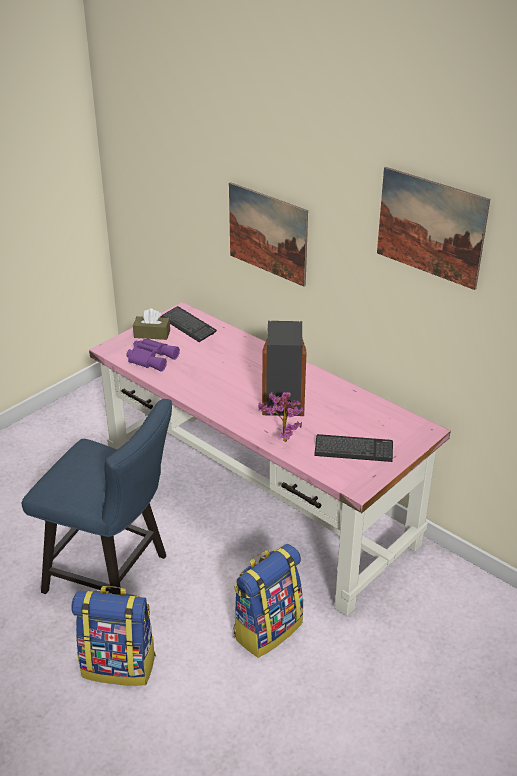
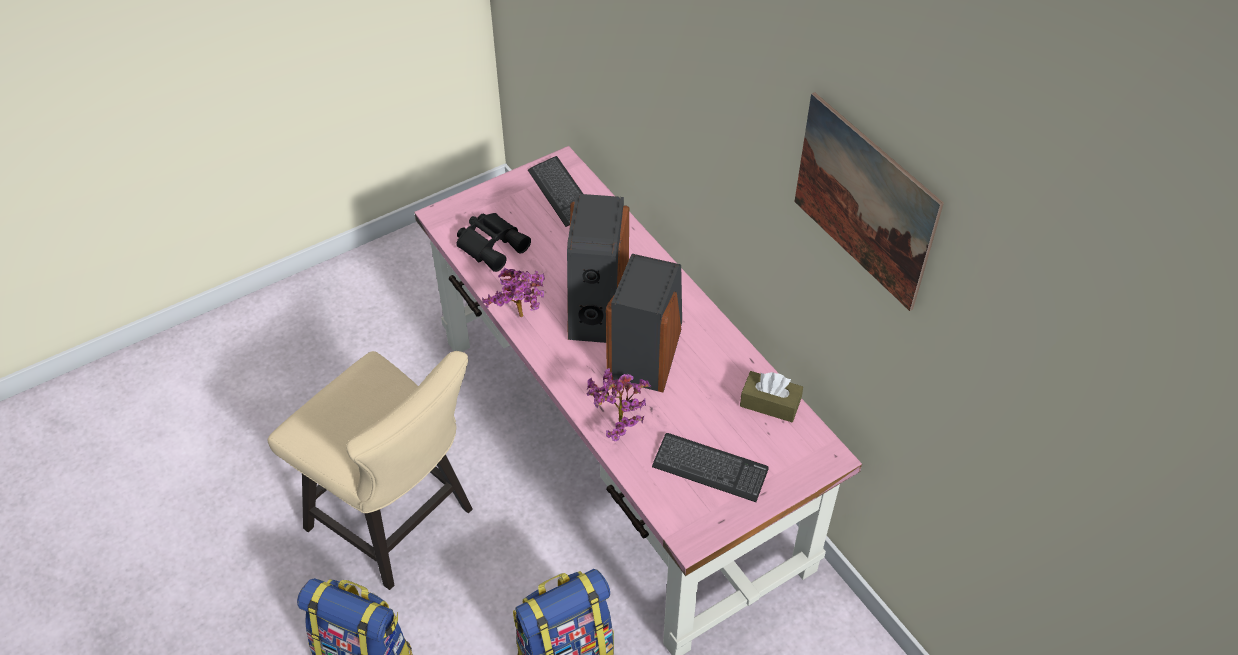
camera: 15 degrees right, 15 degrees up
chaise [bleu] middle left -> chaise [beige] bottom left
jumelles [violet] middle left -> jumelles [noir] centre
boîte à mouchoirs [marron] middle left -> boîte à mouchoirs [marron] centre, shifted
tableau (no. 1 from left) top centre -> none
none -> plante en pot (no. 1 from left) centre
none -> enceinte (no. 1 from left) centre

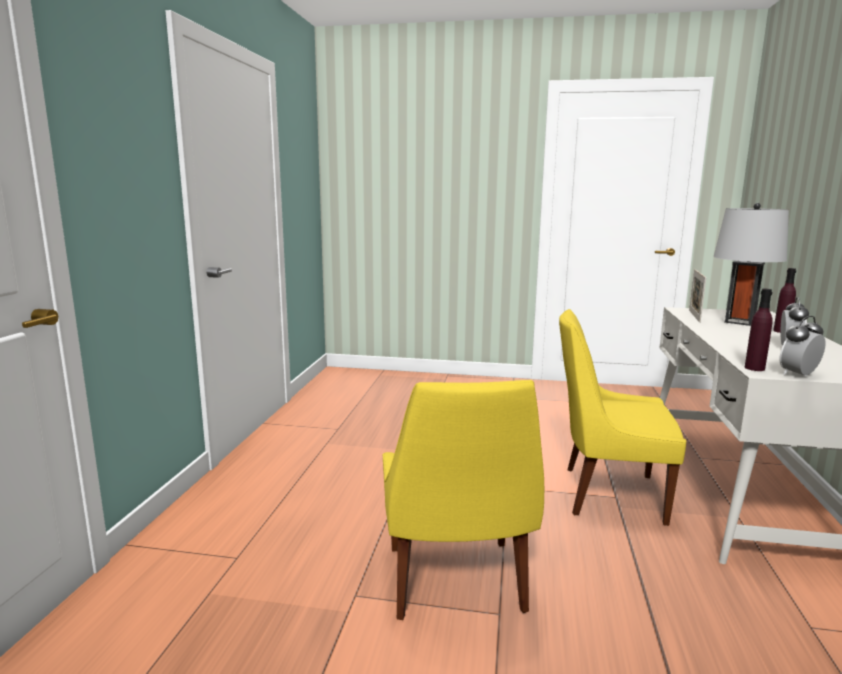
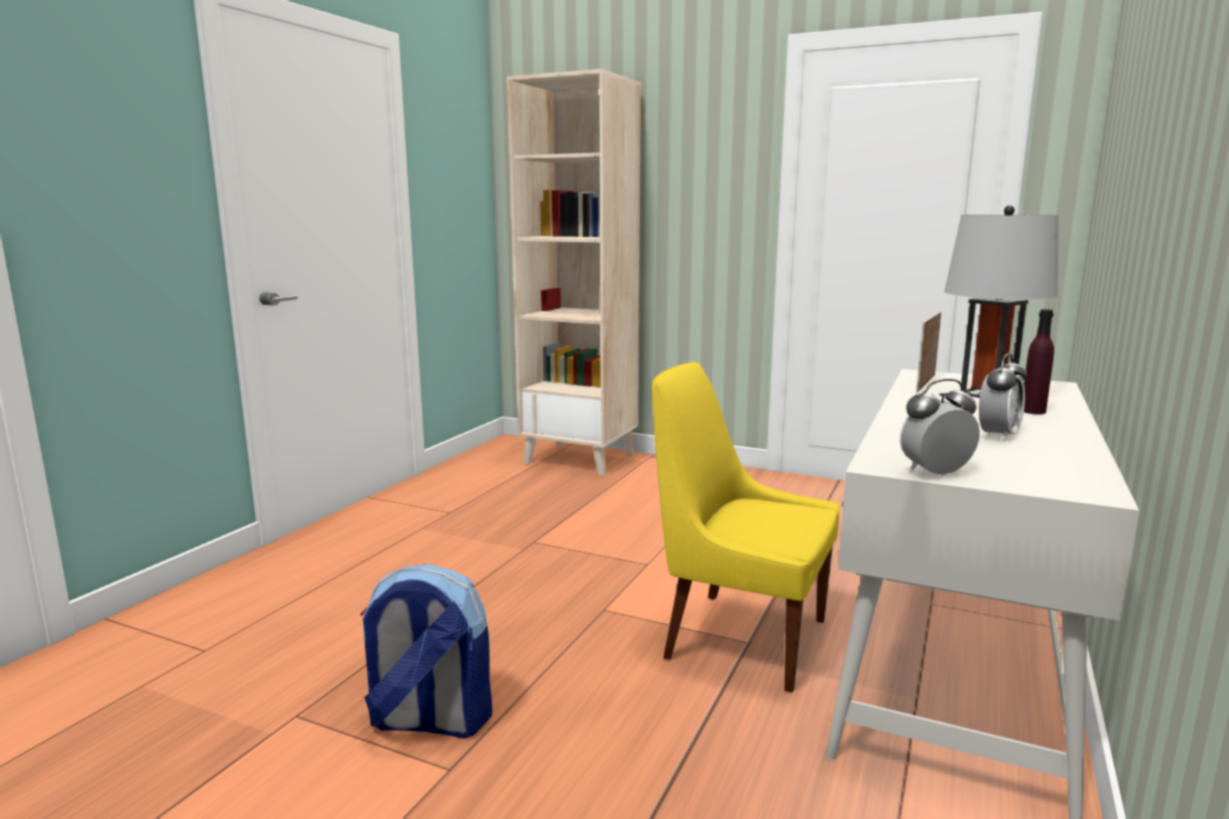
camera: 15 degrees right, 0 degrees up
chaise [jaune] (no. 1 from left) bottom centre -> sac à dos bottom centre
bouteille [violet] (no. 1 from left) middle right -> none
none -> bibliothèque [beige] top centre

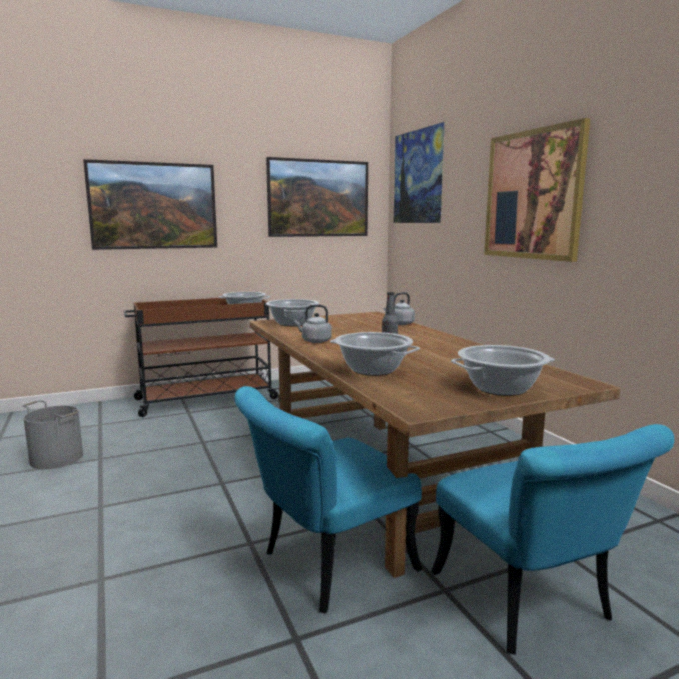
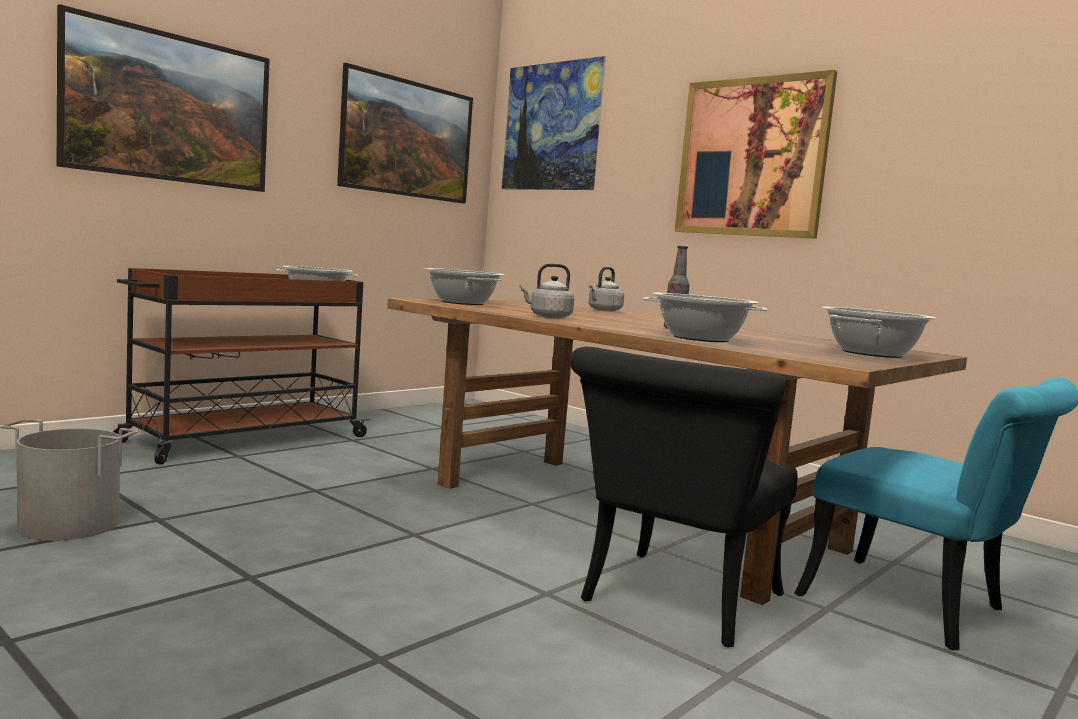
camera: 25 degrees left, 5 degrees down
chaise [turquoise] (no. 1 from left) bottom centre -> chaise [noir] bottom centre

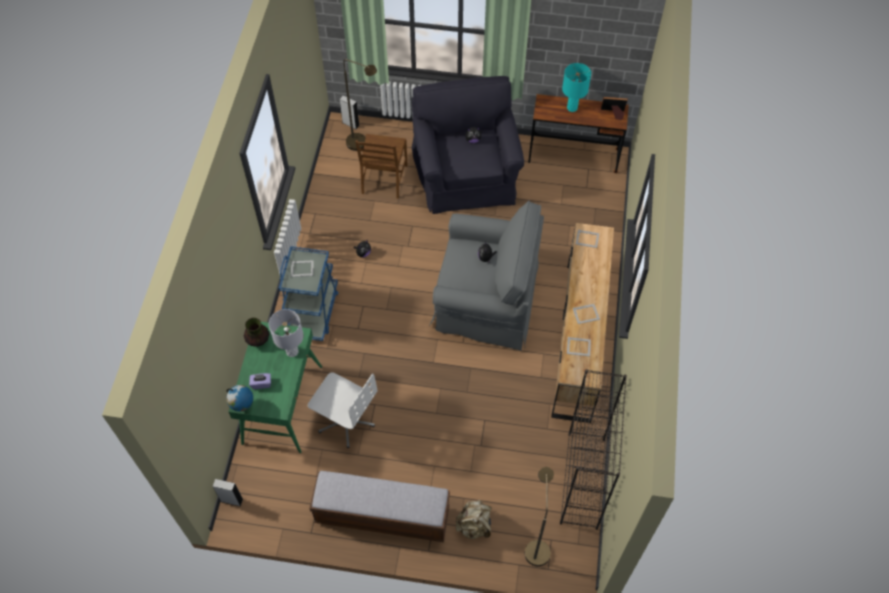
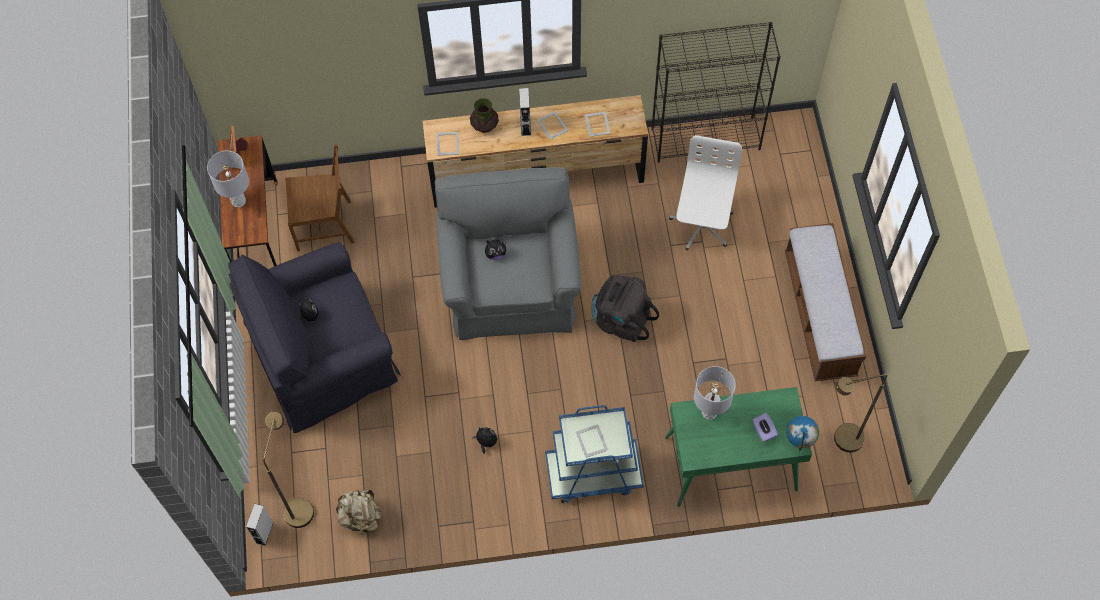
camera: 105 degrees left, 5 degrees up
enceinte [gris] (no. 1 from left in the first image) bottom left -> enceinte [gris] (no. 2 from left) top centre, shifted
vase middle left -> vase top centre, shifted
chaise de bureau [blanc] bottom centre -> chaise de bureau [blanc] top centre, shifted
chaise [marron] top centre -> chaise [marron] top left, shifted
sac à dos [beige] bottom centre -> sac à dos [beige] bottom left, shifted
lampadaire [marron] (no. 2 from left) bottom centre -> lampadaire [marron] (no. 2 from left) bottom right, shifted
lampe de table [turquoise] top centre -> lampe de table [gris] (no. 1 from left) top left
none -> sac à dos [noir] centre

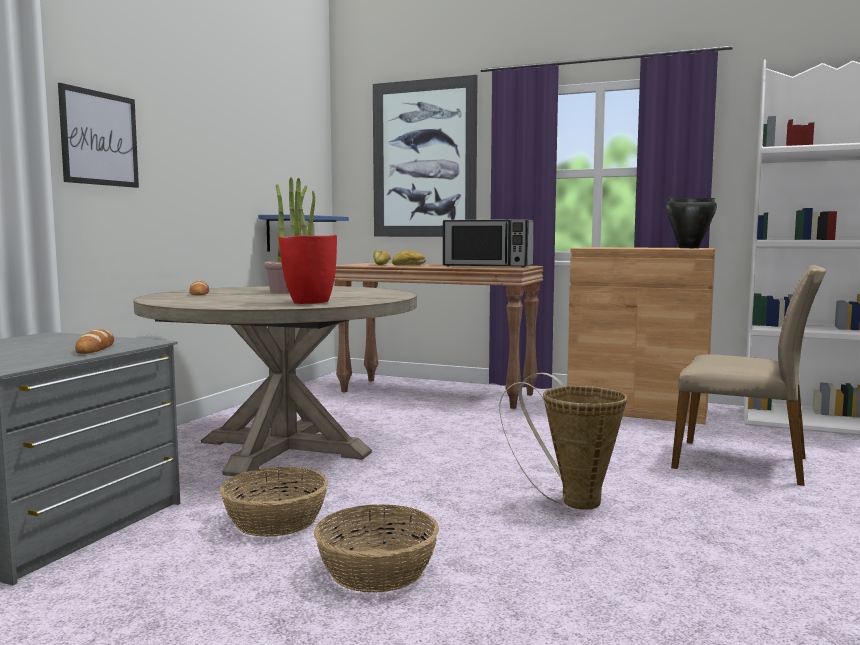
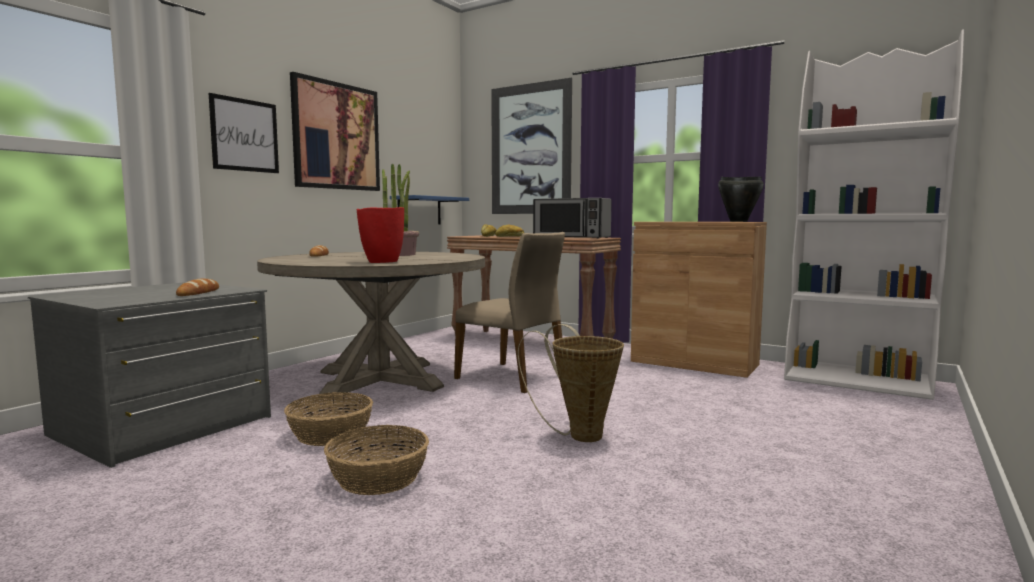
camera: 10 degrees right, 0 degrees up
chaise [beige] middle right -> chaise [beige] centre, shifted
none -> tableau (no. 2 from left) top left

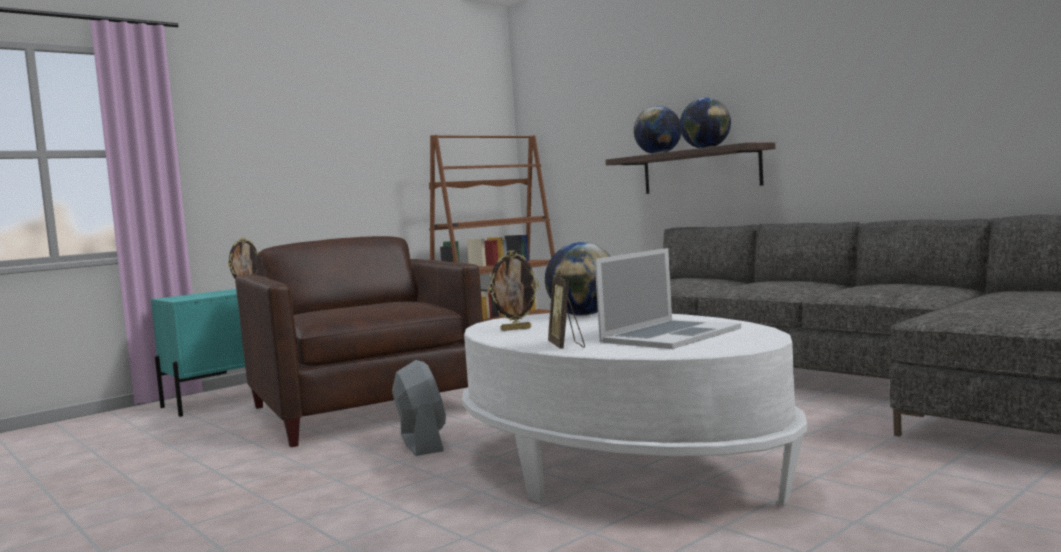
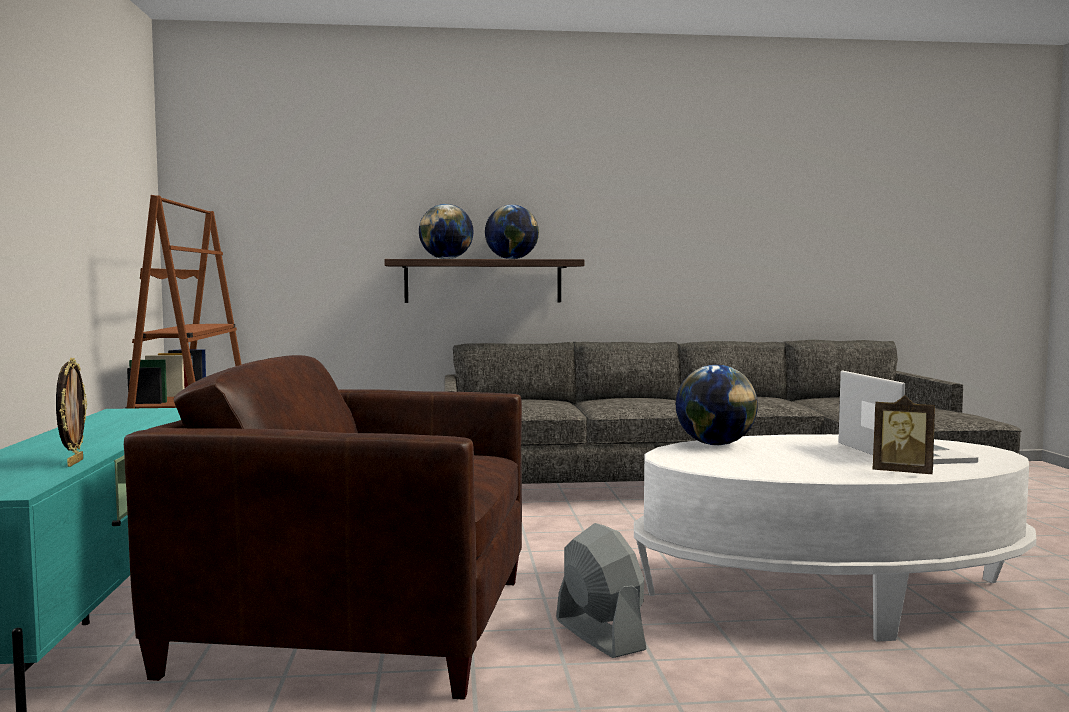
camera: 55 degrees left, 0 degrees up
ventilateur [gris] bottom centre, 45 degrees clockwise
cadre photo (no. 2 from left) centre -> none

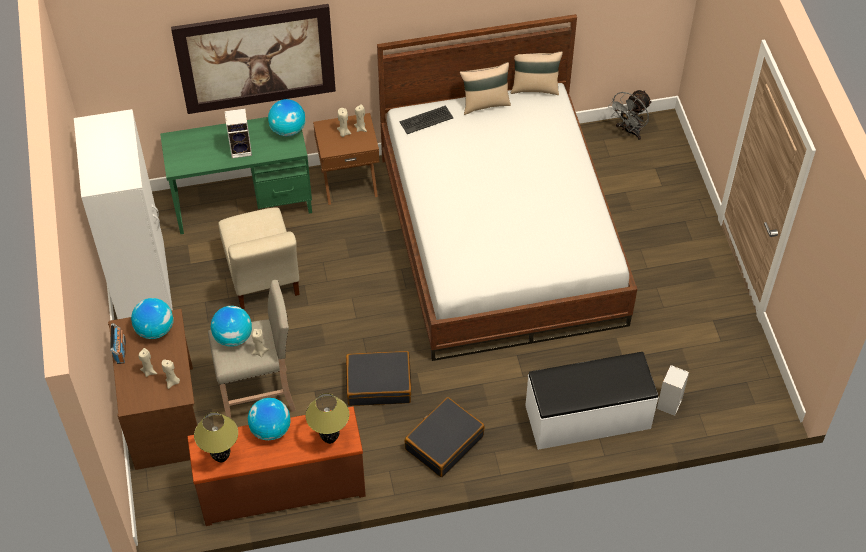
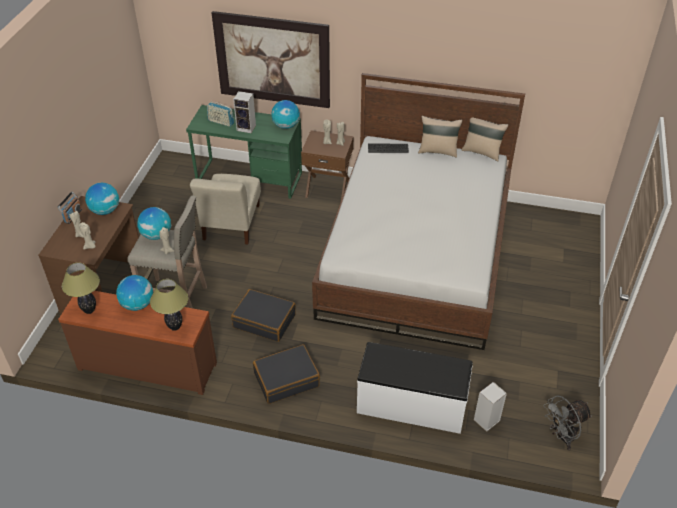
camera: 25 degrees right, 10 degrees down
armoire [blanc] middle left -> none
ventilateur [gris] top right -> ventilateur [gris] bottom right, shifted
none -> radio (no. 2 from left) top left

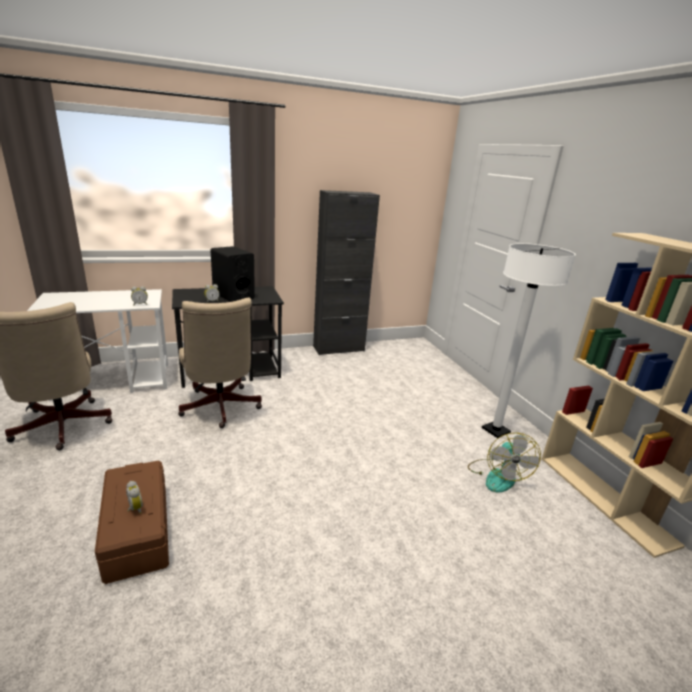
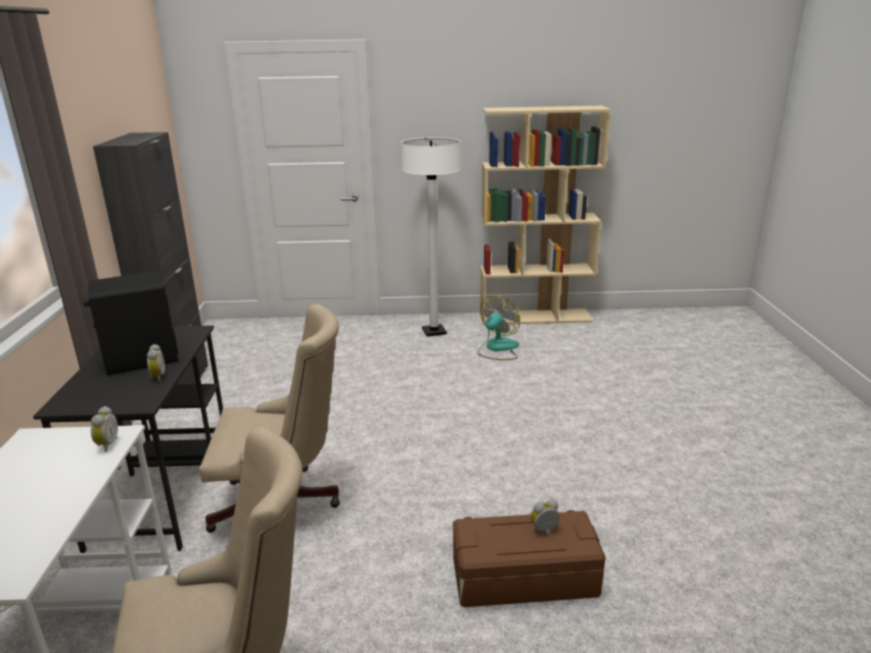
camera: 70 degrees left, 0 degrees up
ventilateur bottom right -> ventilateur centre, 75 degrees counterclockwise

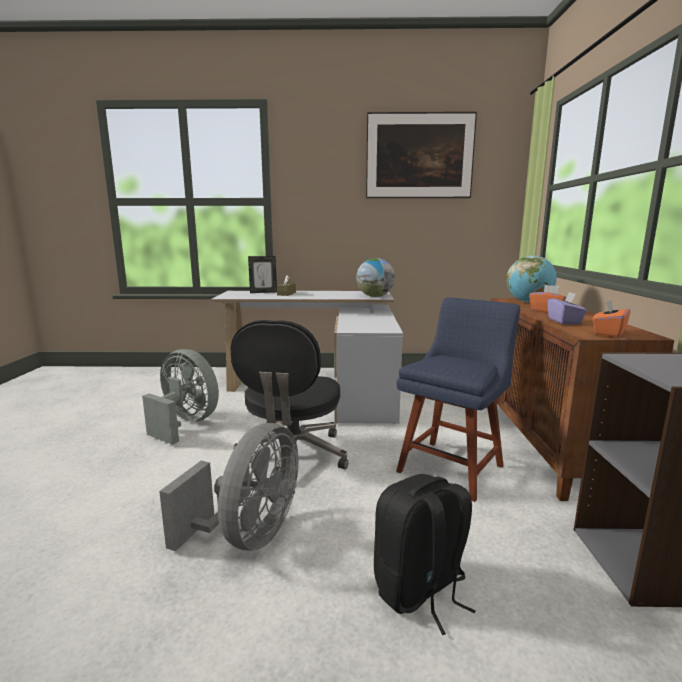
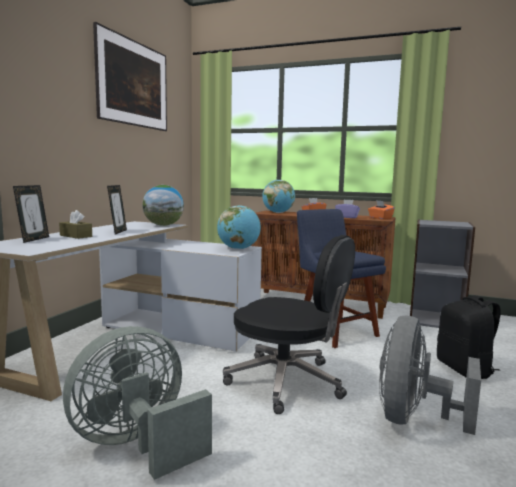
camera: 70 degrees left, 5 degrees down
ventilateur [gris] (no. 2 from left) bottom centre -> ventilateur [gris] (no. 2 from left) bottom right, 105 degrees counterclockwise
none -> cadre photo (no. 2 from left) middle left
none -> globe (no. 2 from left) centre

